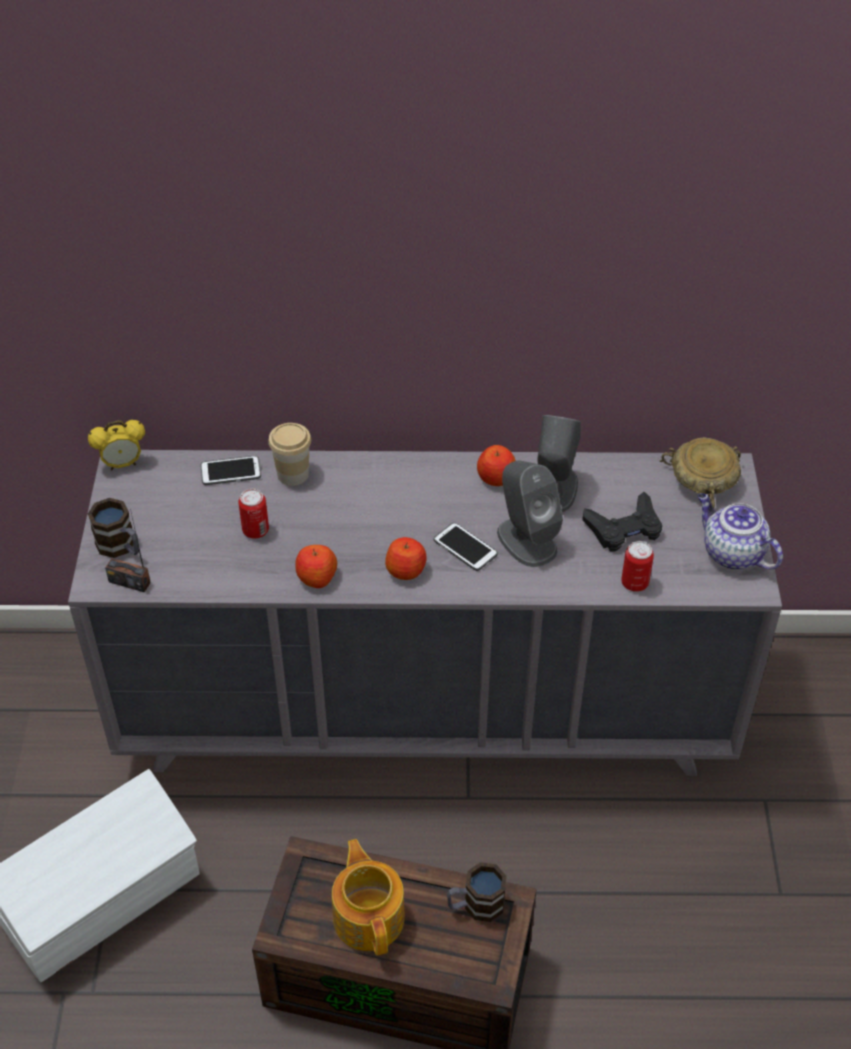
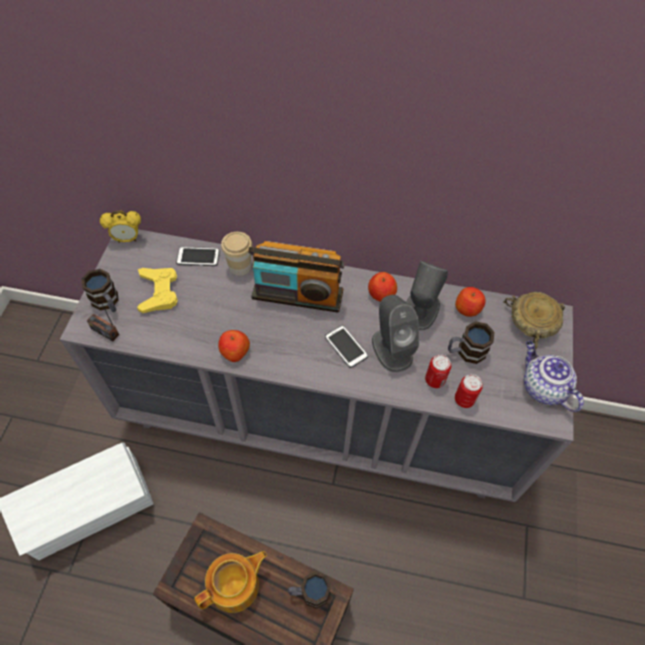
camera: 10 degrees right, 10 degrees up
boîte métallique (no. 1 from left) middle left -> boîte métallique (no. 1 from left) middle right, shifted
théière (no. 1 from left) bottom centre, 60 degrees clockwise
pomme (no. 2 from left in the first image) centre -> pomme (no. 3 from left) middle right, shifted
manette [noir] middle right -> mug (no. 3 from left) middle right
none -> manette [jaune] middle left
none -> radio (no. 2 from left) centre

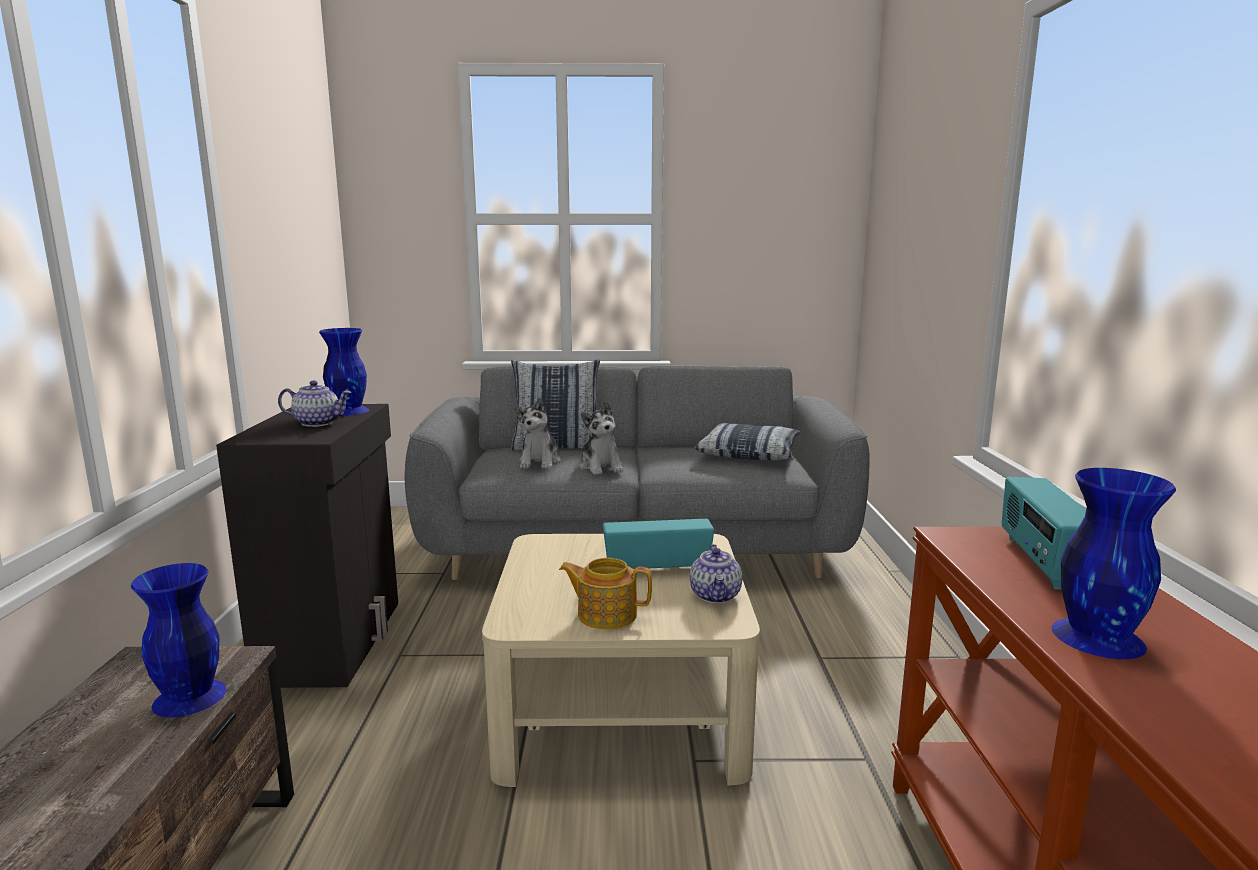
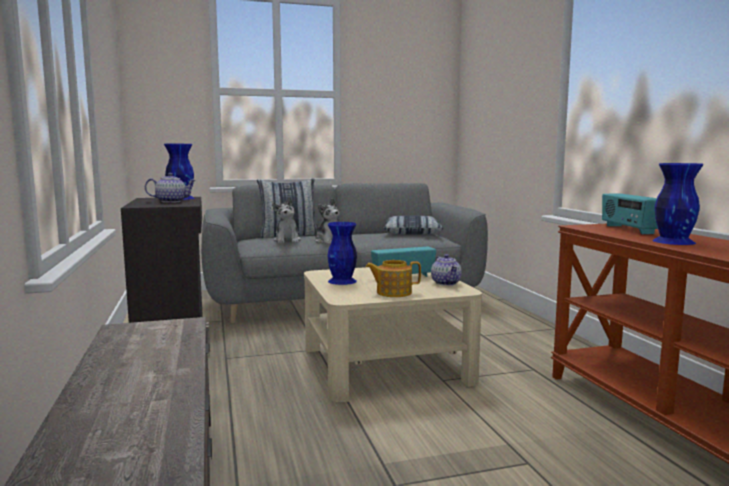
camera: 15 degrees left, 5 degrees down
vase [bleu] (no. 1 from left in the first image) bottom left -> vase [bleu] (no. 2 from left) centre, shifted

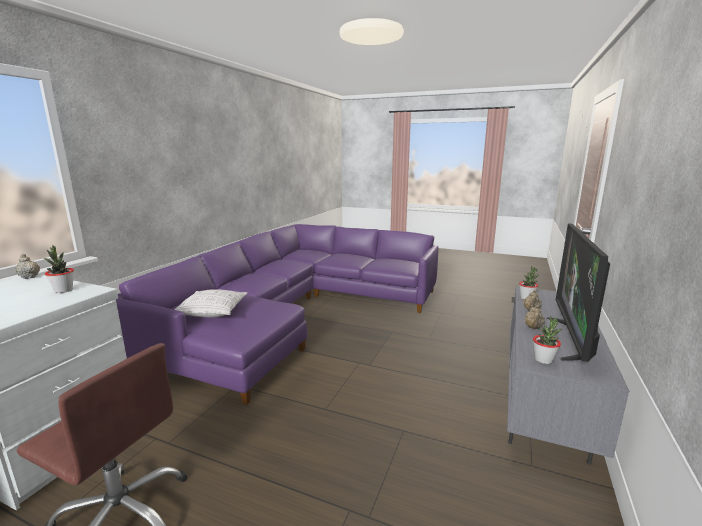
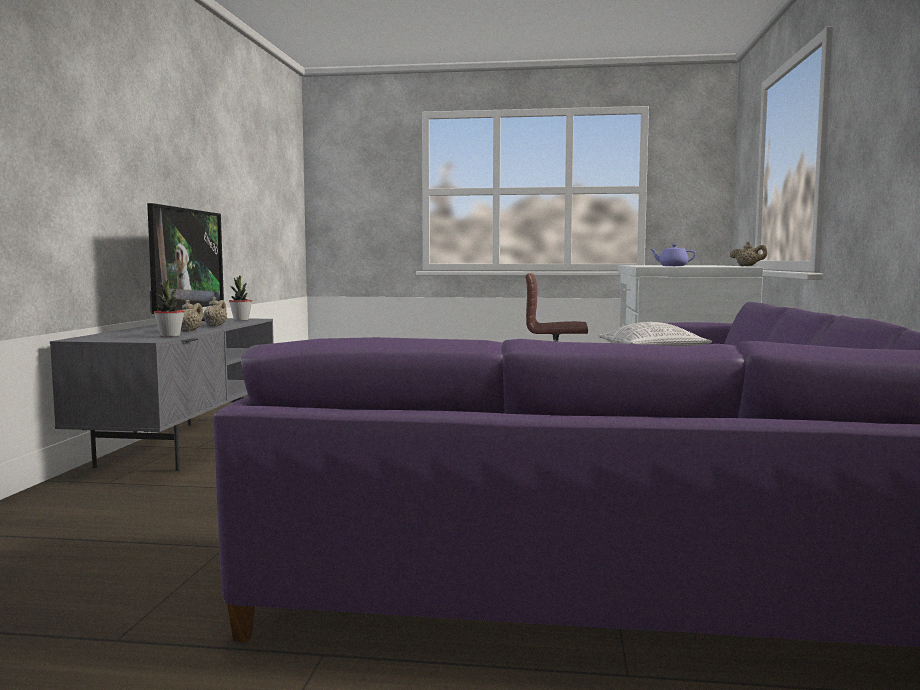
camera: 165 degrees right, 10 degrees down
plante en pot (no. 1 from left) middle left -> théière [violet] middle right

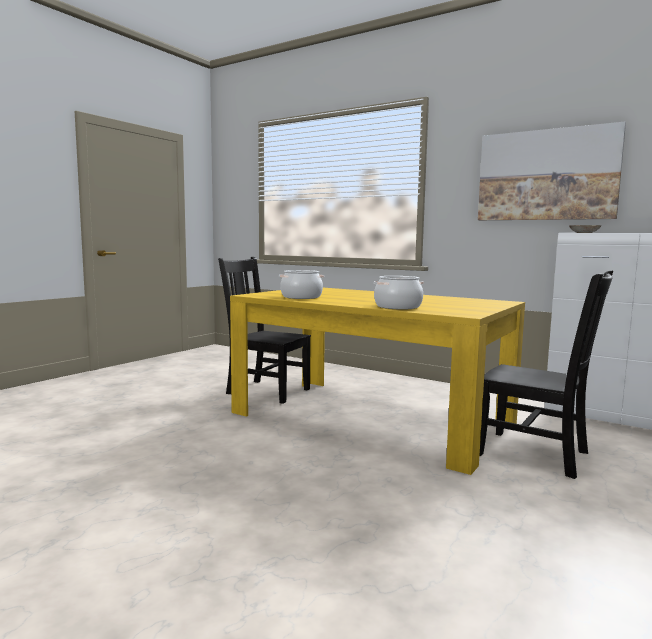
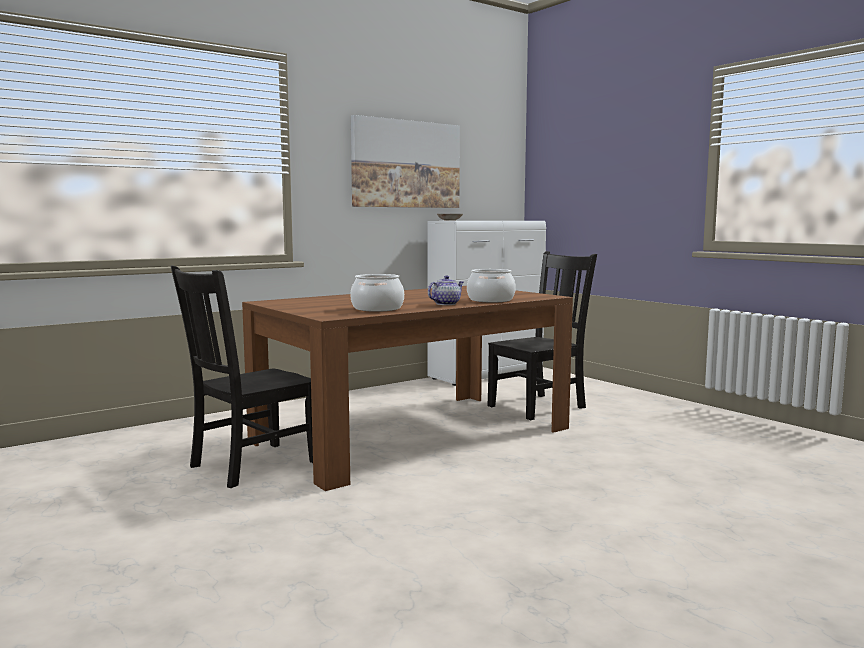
camera: 70 degrees left, 0 degrees up
table à manger [jaune] centre -> table à manger [marron] centre
none -> théière centre

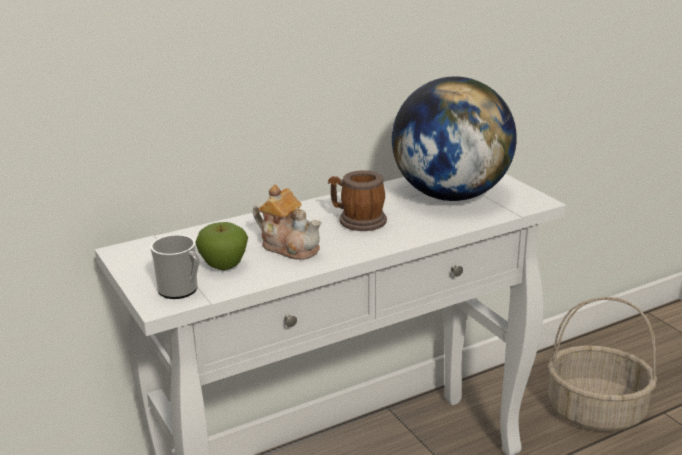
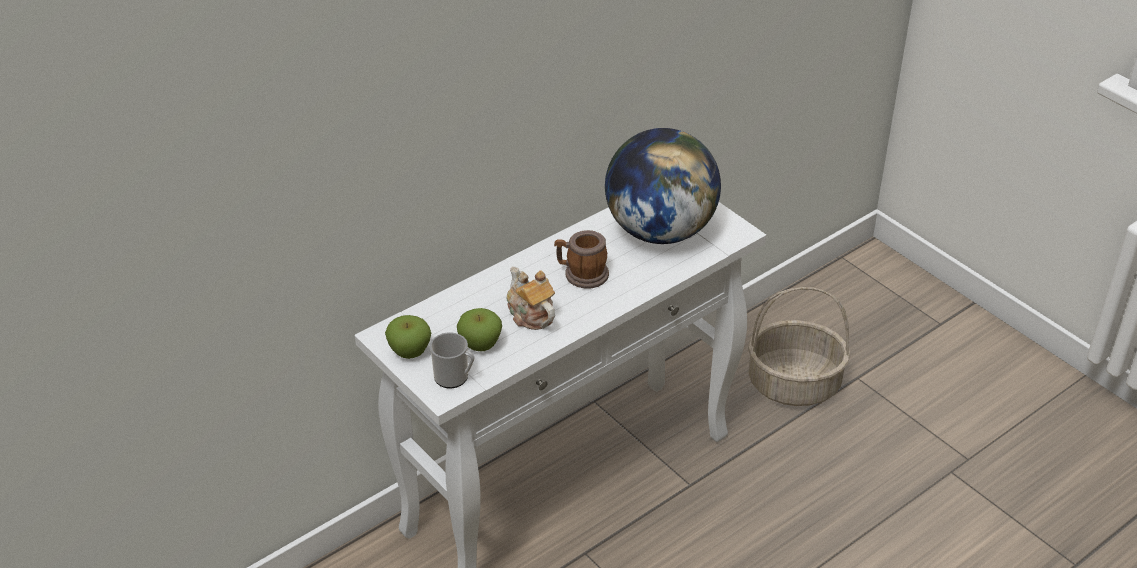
camera: 10 degrees left, 15 degrees up
théière centre, 150 degrees counterclockwise
none -> pomme (no. 1 from left) centre

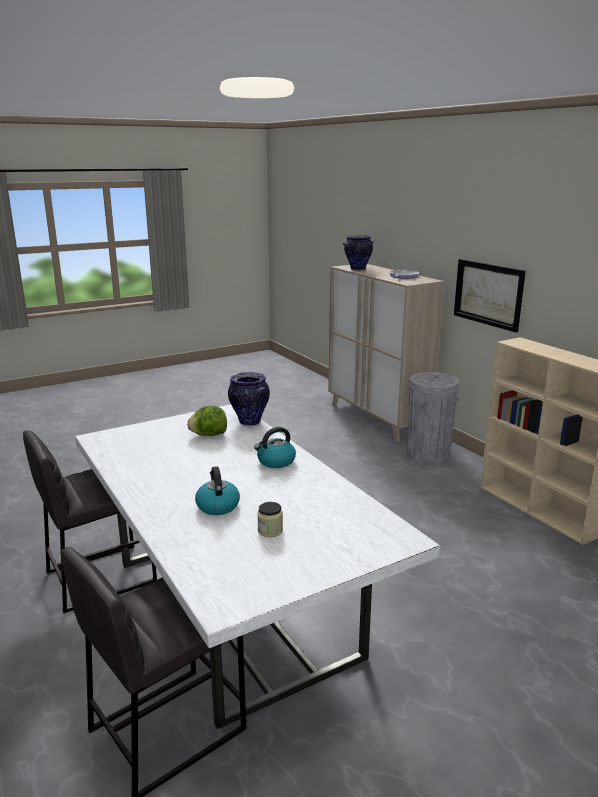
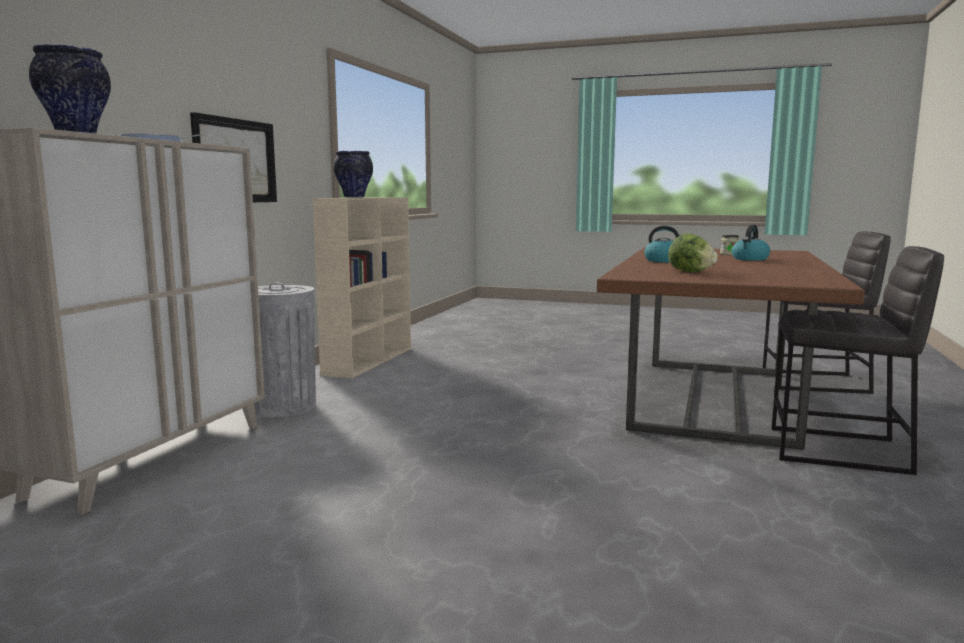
camera: 130 degrees left, 10 degrees down
table à manger [blanc] bottom centre -> table à manger [marron] middle right
vase (no. 1 from left in the first image) centre -> vase (no. 2 from left) top centre, shifted

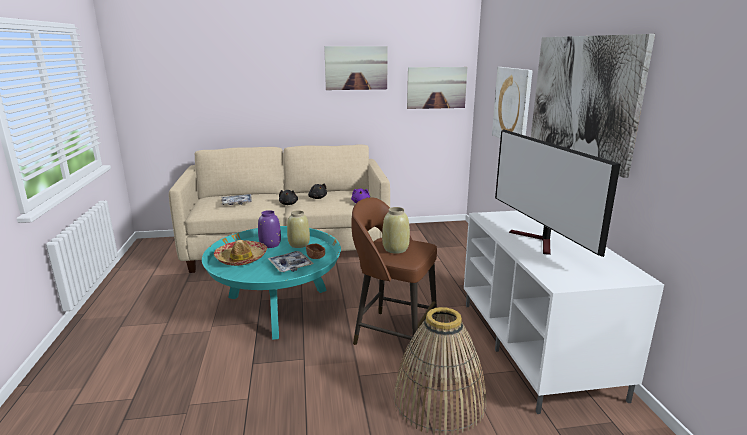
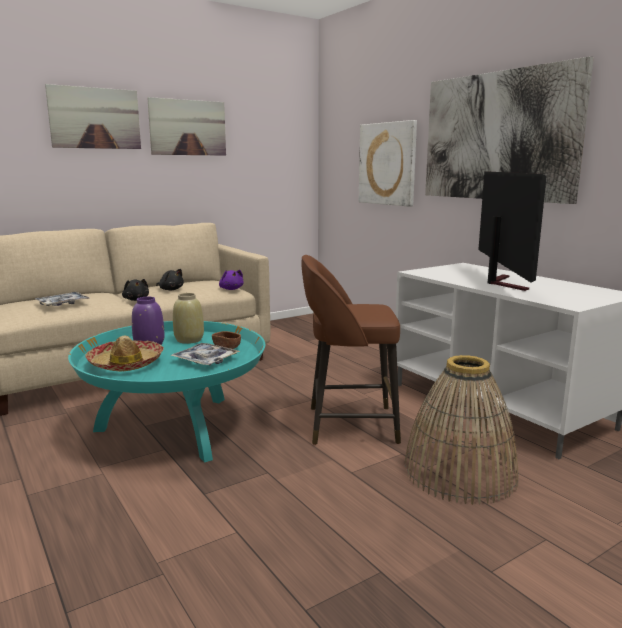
camera: 25 degrees left, 5 degrees down
vase [beige] (no. 2 from left) centre -> none
tableau (no. 2 from left in the first image) top centre -> tableau (no. 1 from left) top left, shifted
téléviseur middle right, 135 degrees counterclockwise

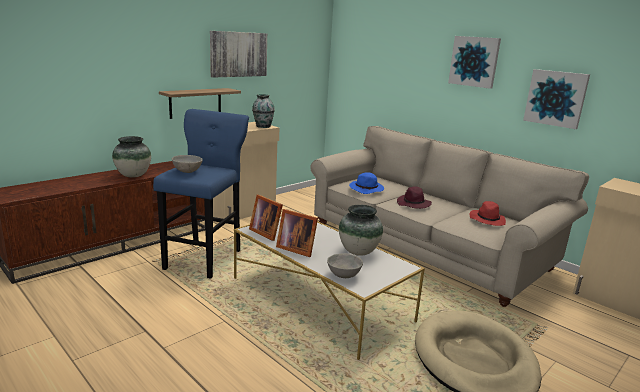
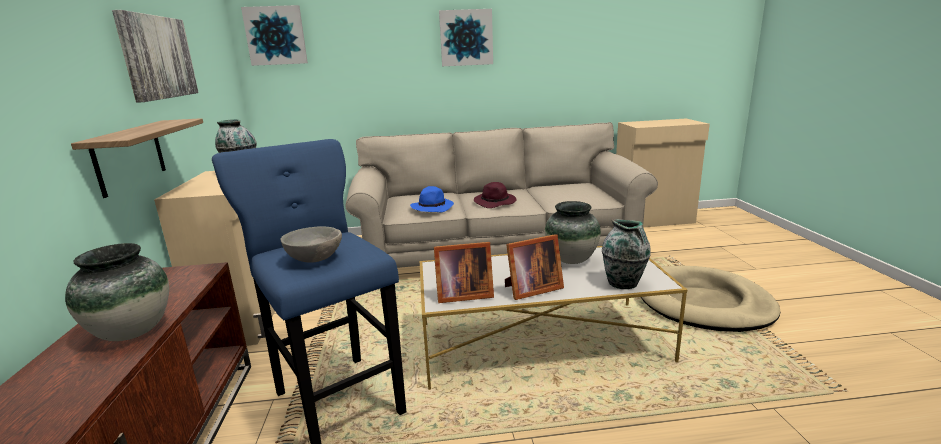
camera: 50 degrees left, 0 degrees up
bol [gris] (no. 2 from left) bottom centre -> vase (no. 4 from left) centre
chapeau [rouge] middle right -> none
tableau (no. 3 from left in the first image) top right -> tableau (no. 2 from left) top left, shifted

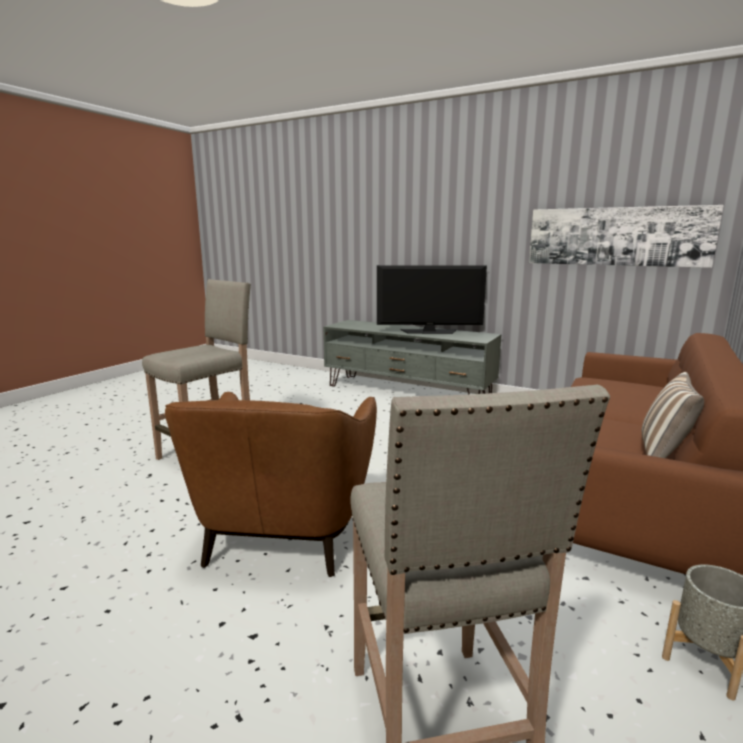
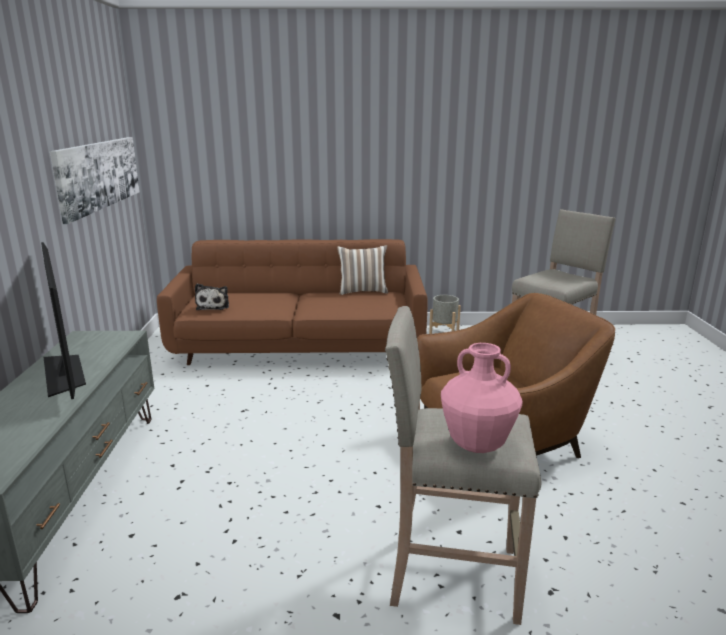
camera: 120 degrees left, 5 degrees up
none -> peluche middle left
none -> vase [rose] centre

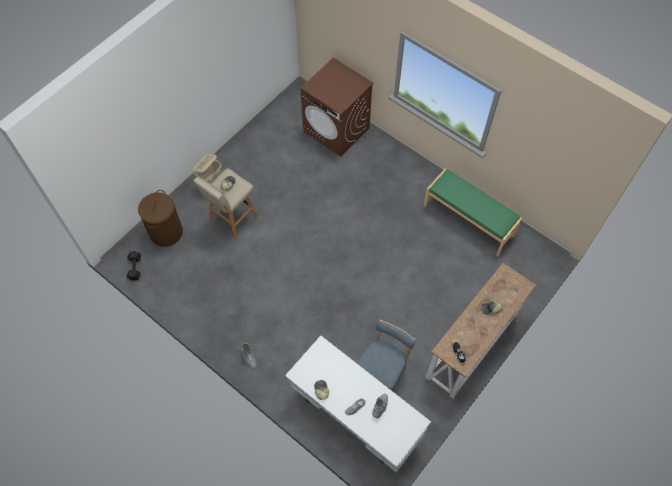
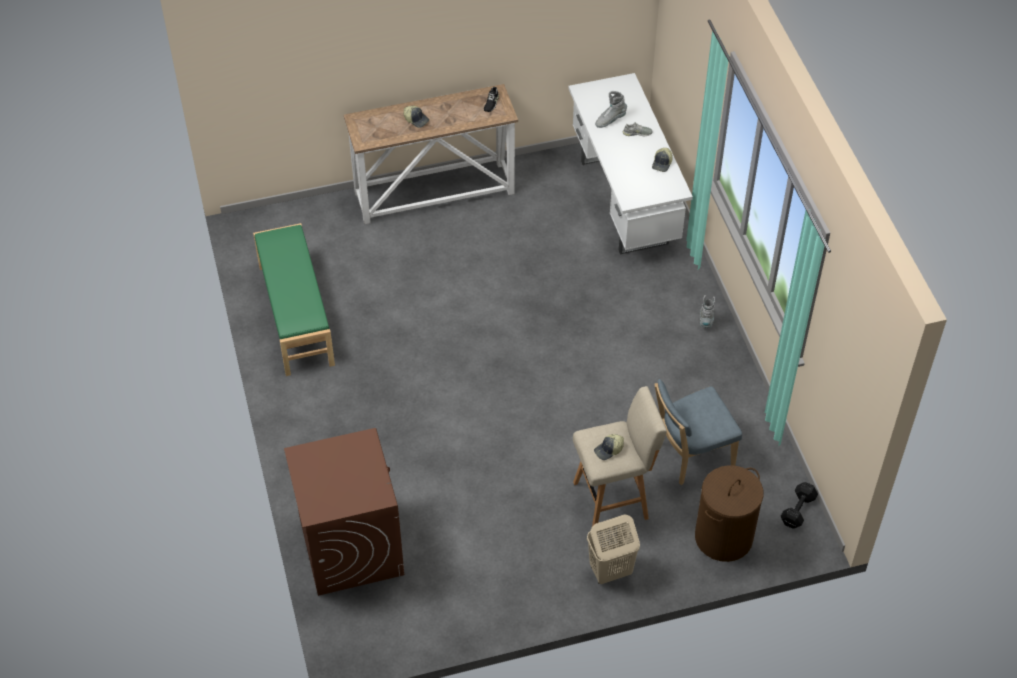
camera: 145 degrees left, 10 degrees down
chaise [bleu] bottom centre -> chaise [bleu] middle right, shifted

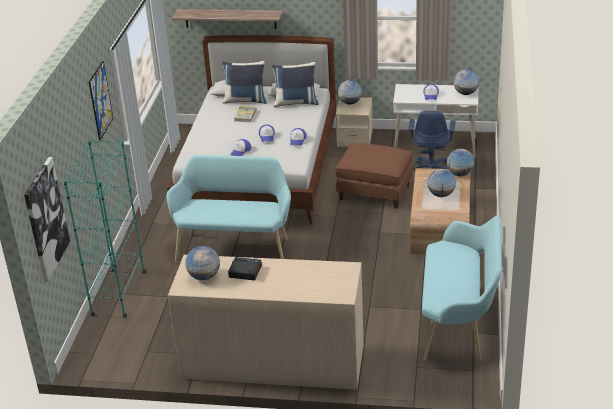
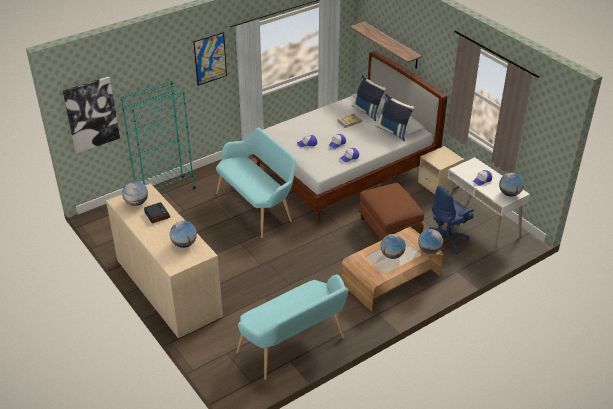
camera: 45 degrees right, 5 degrees up
globe (no. 2 from left) top centre -> globe (no. 2 from left) middle left, shifted

